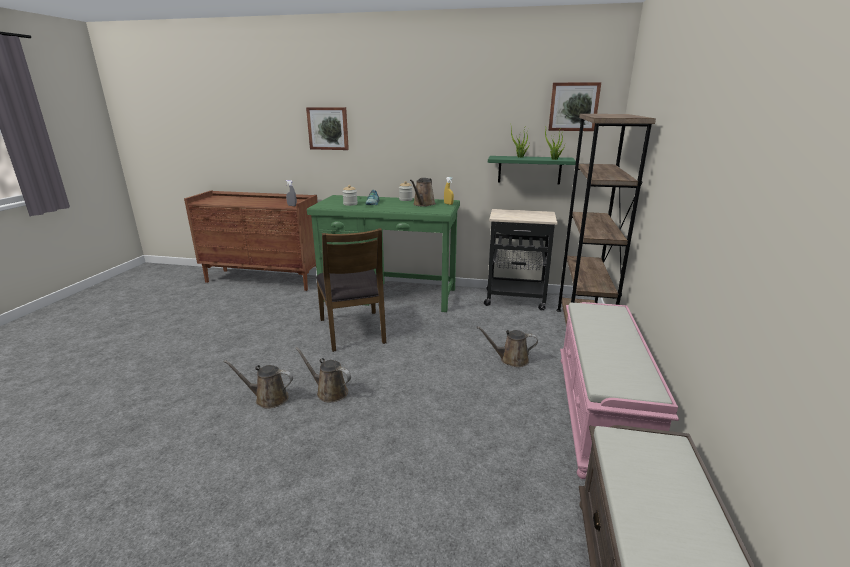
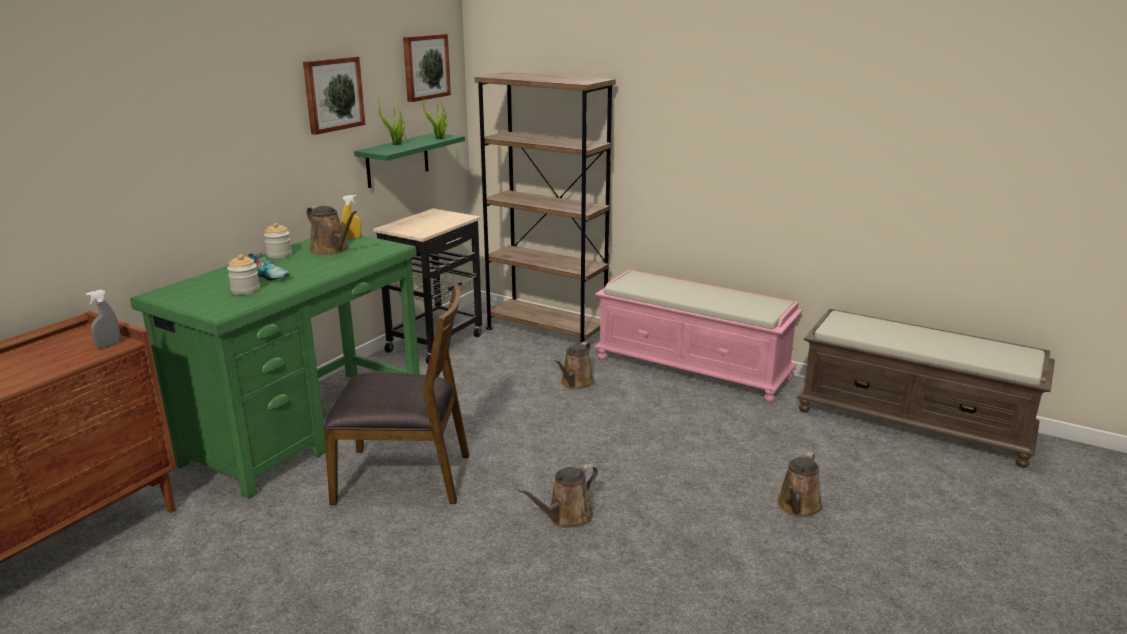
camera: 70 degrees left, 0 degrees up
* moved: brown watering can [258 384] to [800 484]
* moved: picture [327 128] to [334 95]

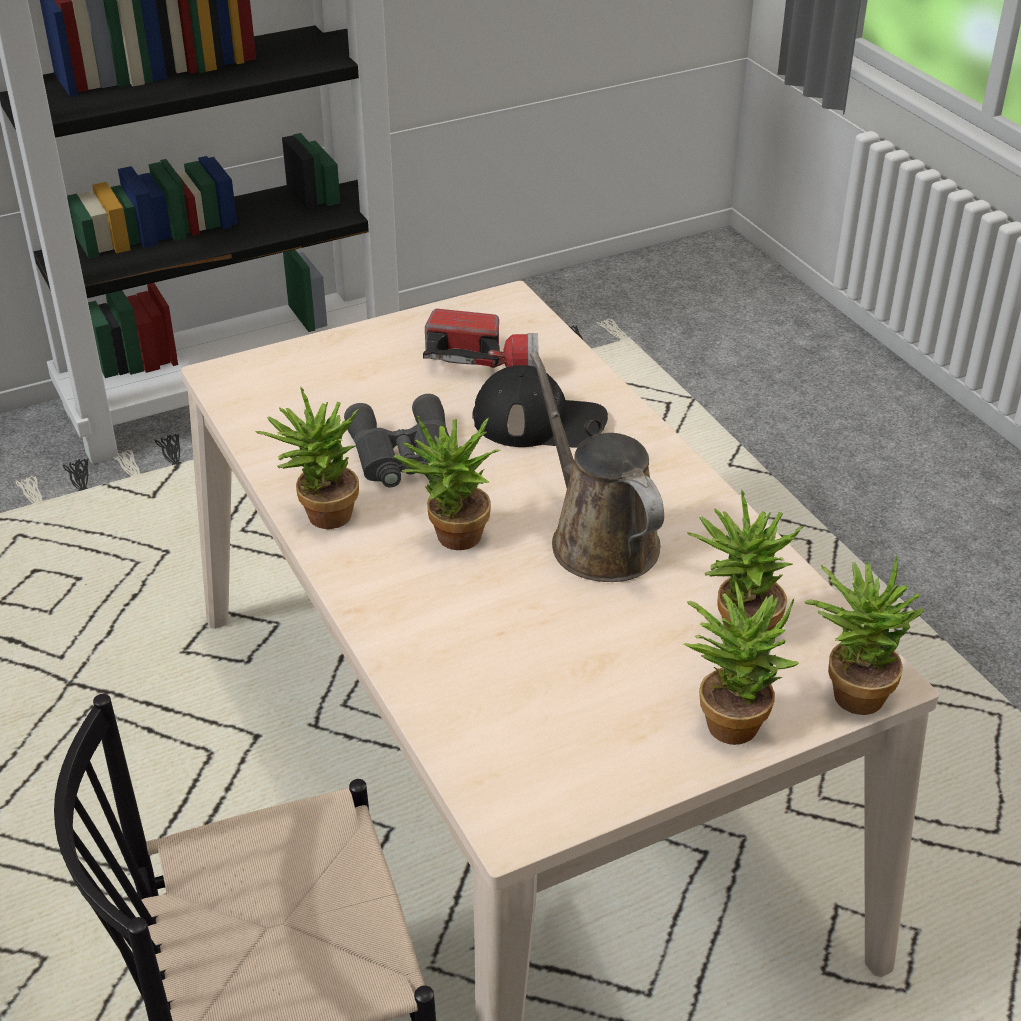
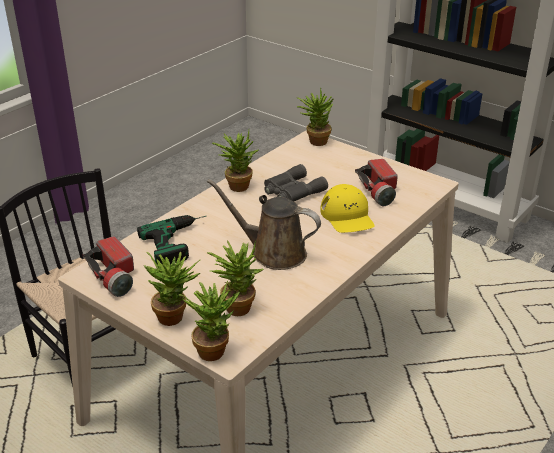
camera: 65 degrees right, 5 degrees down
* added: flashlight [108 266]
* added: power drill [171 240]
* moved: potted plant [447 483] to [315 116]
* recoloured: black cap [540 406] to yellow cap [347 208]
* turned: brown watering can [597 466] = [264 224] 105 degrees counterclockwise

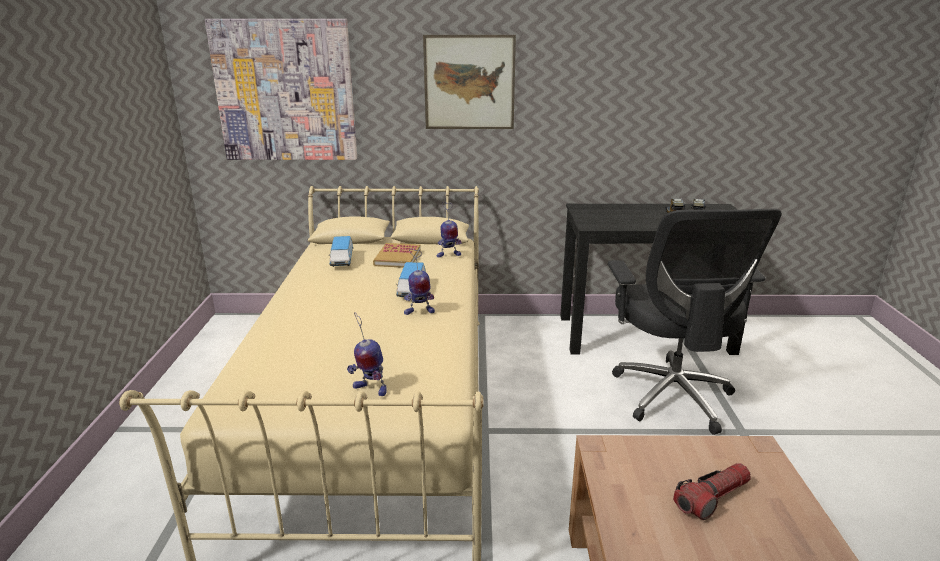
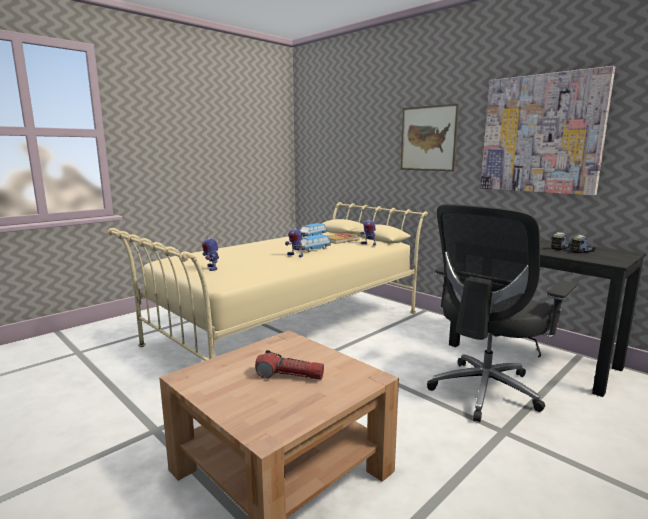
camera: 45 degrees right, 10 degrees down
* moved: picture [281 89] to [548 130]

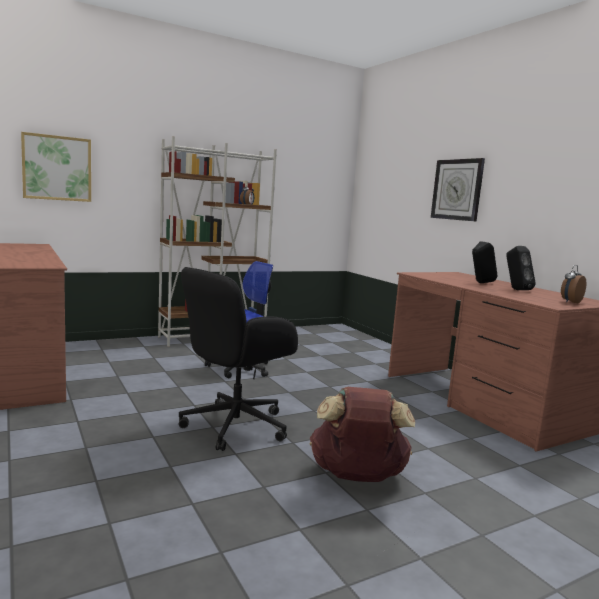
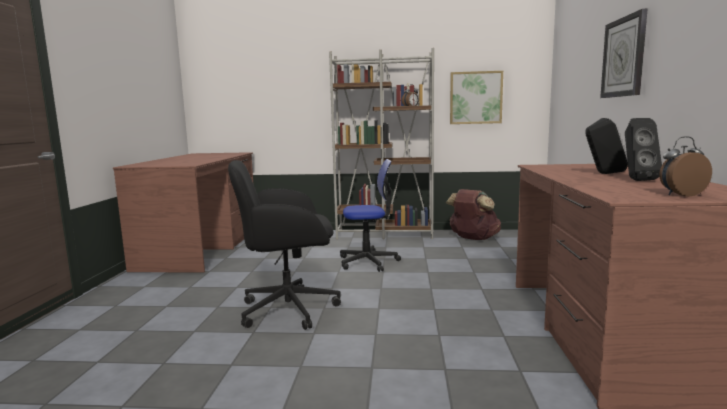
camera: 35 degrees right, 0 degrees up
* moved: picture [56 167] to [476 97]
* moved: brown backpack [362 434] to [473 214]

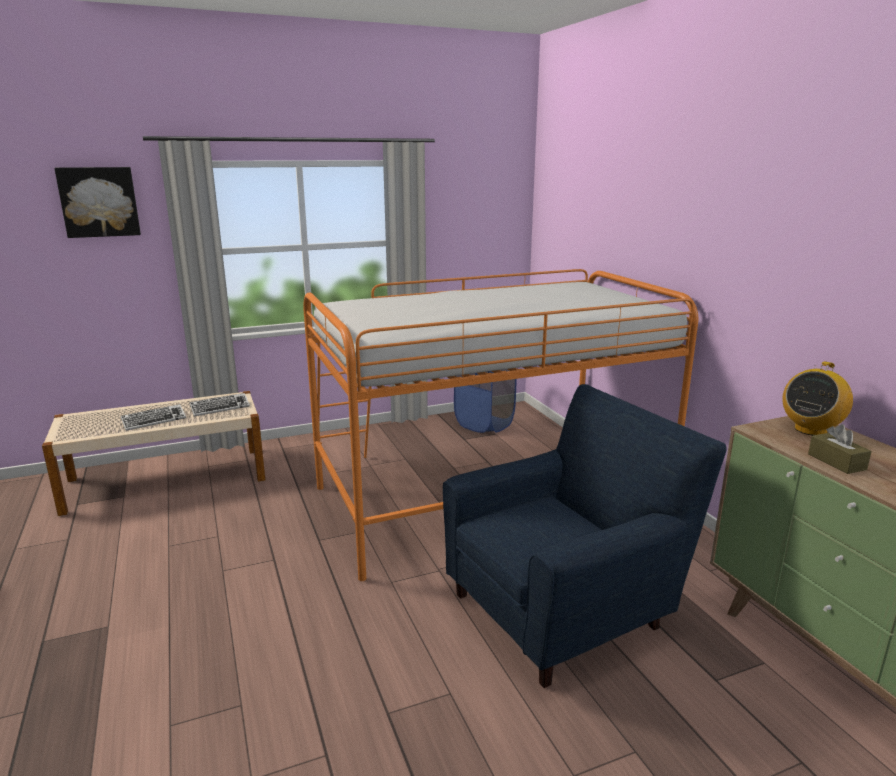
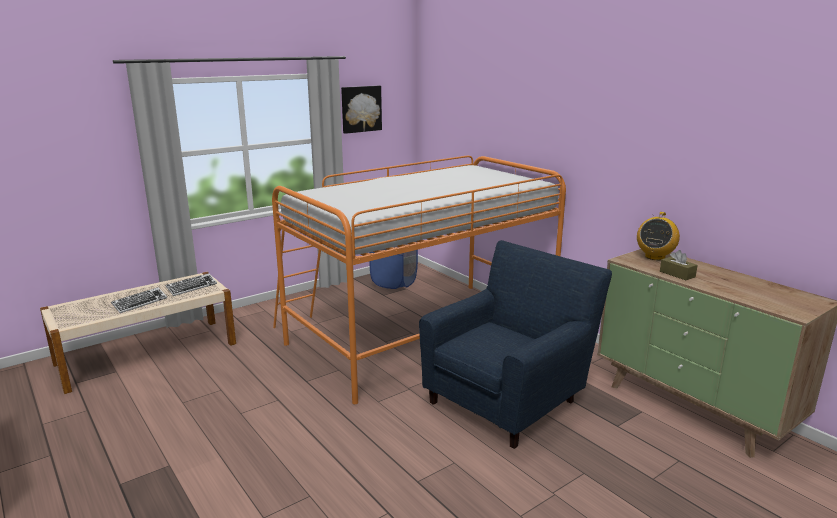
camera: 15 degrees left, 0 degrees up
* moved: picture [97 202] to [361 110]

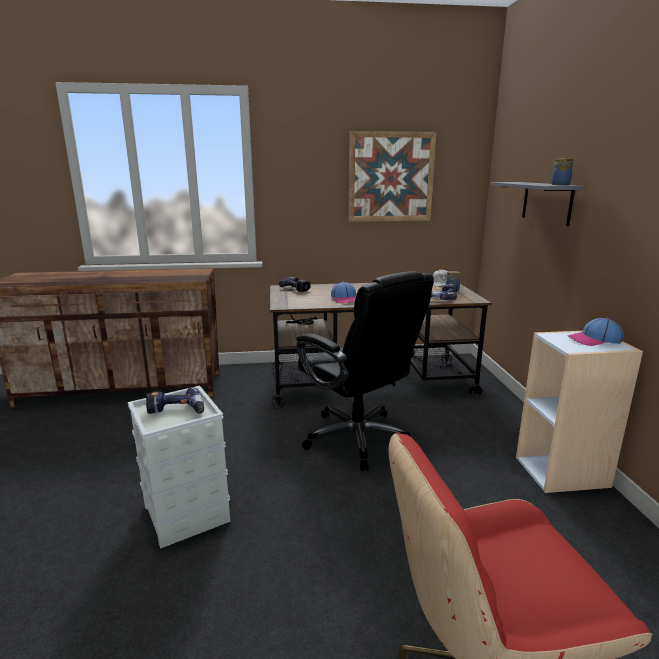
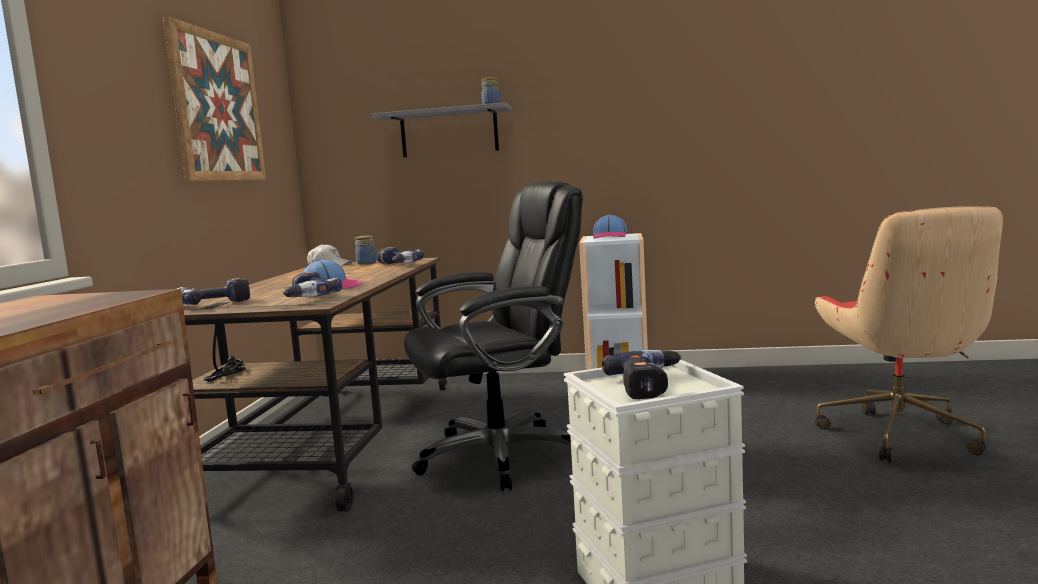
camera: 75 degrees left, 10 degrees down
* added: power drill [312 284]

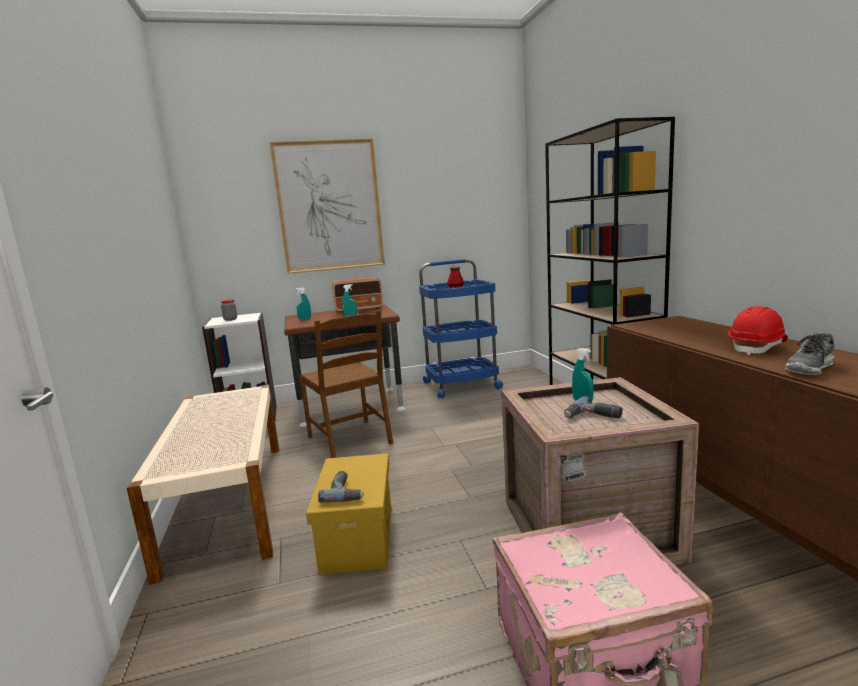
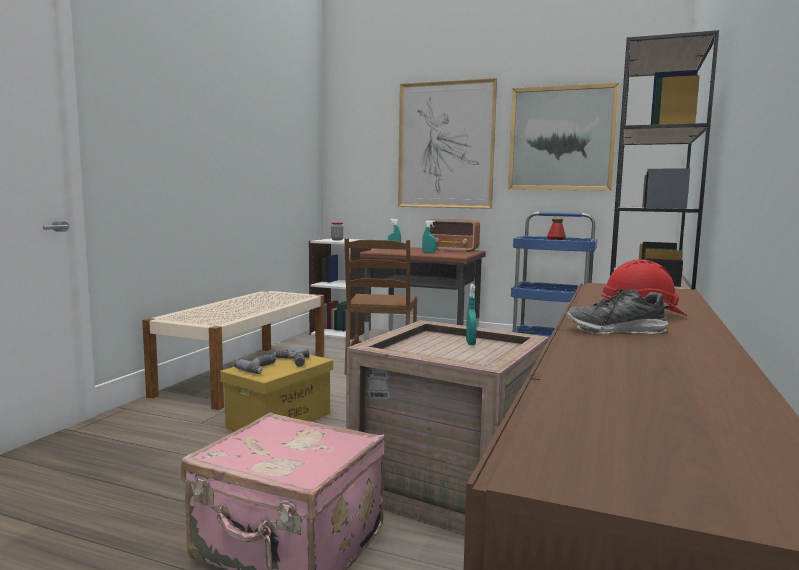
camera: 35 degrees right, 5 degrees down
* added: picture [563 137]
* moved: power drill [593 407] to [291 357]

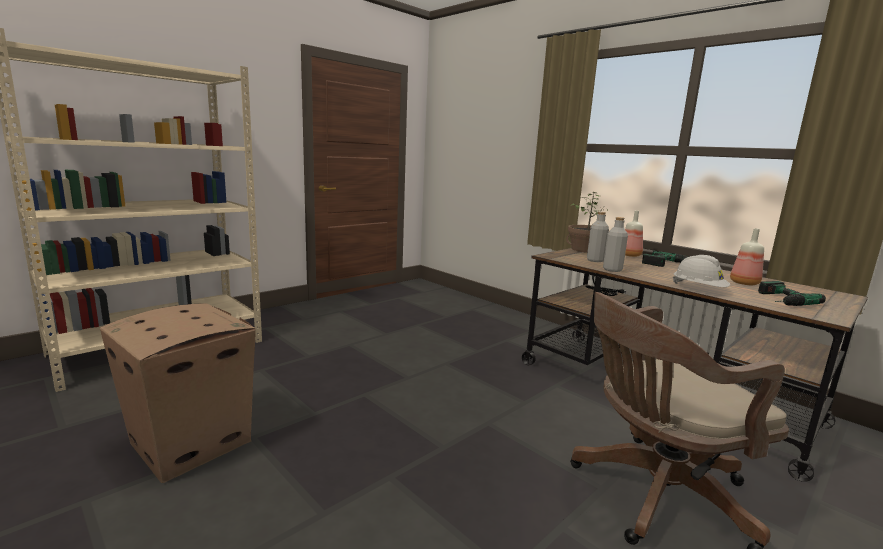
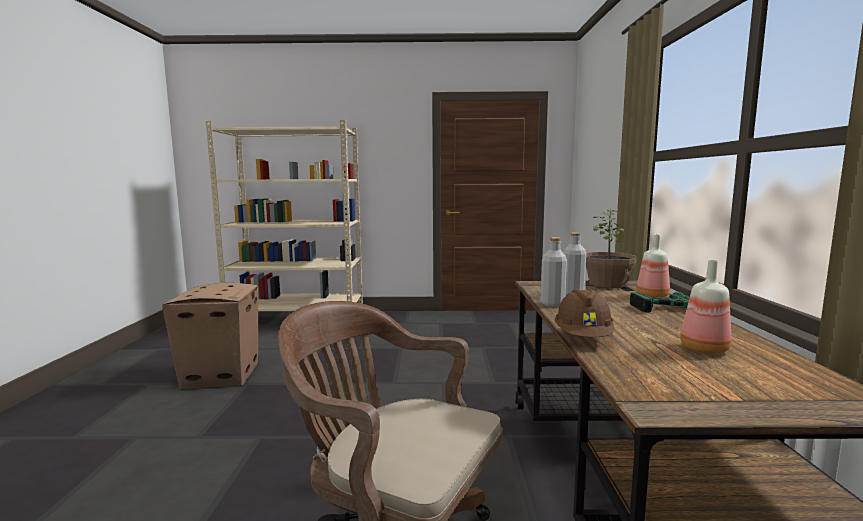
camera: 45 degrees right, 5 degrees down
* removed: power drill [792 293]
* recoloured: white hard hat [701 271] to brown hard hat [584 313]

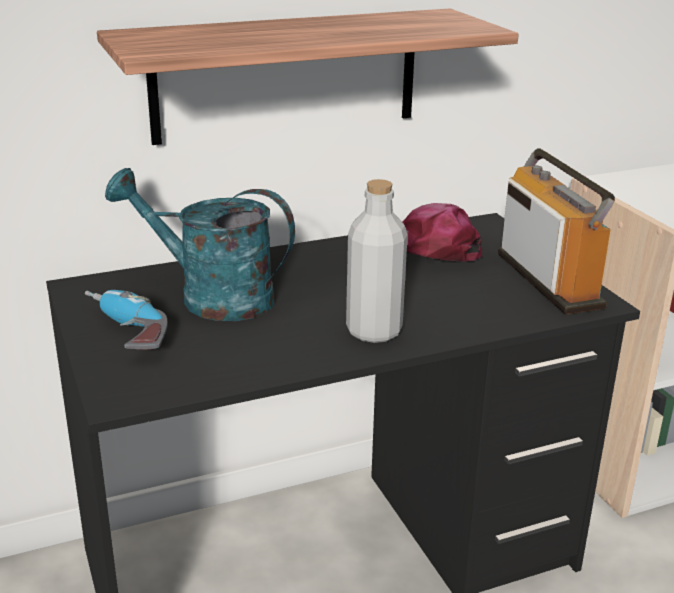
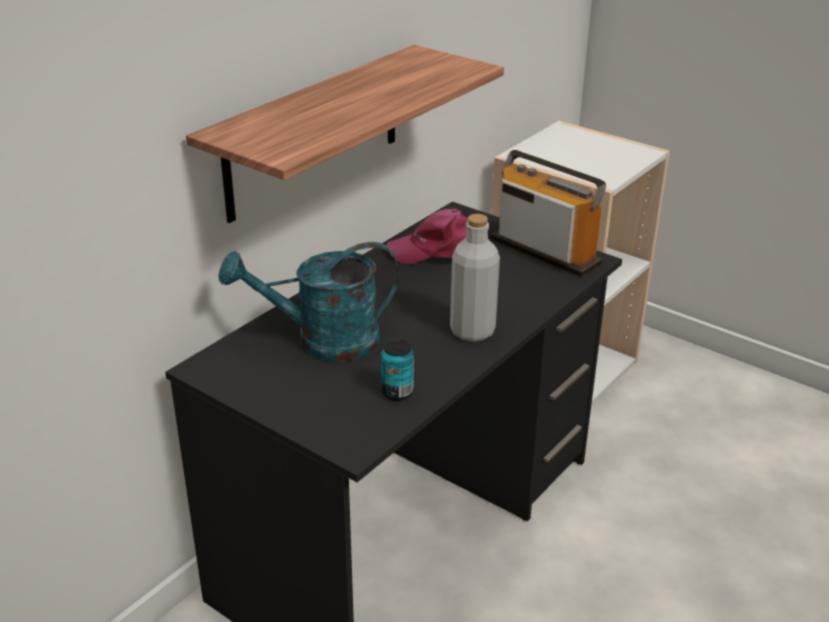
camera: 30 degrees left, 5 degrees up
* removed: power drill [126 320]
* added: can [397 370]

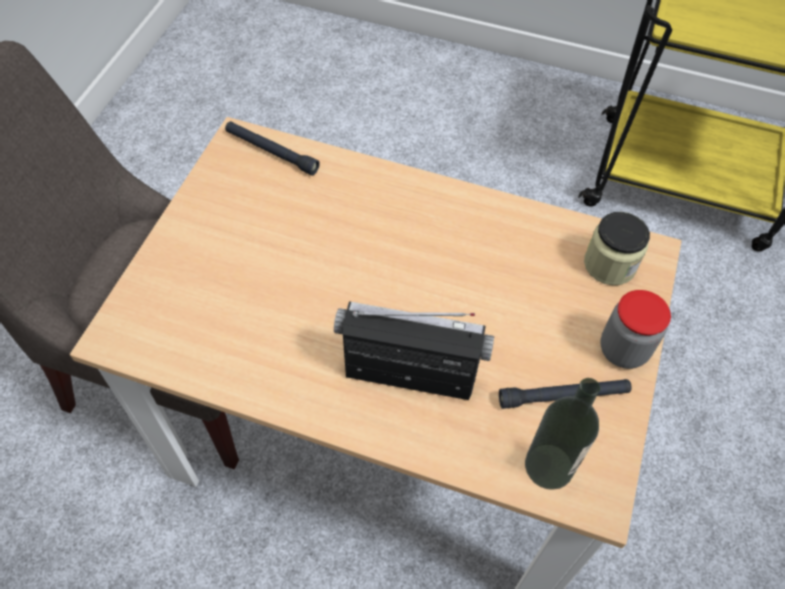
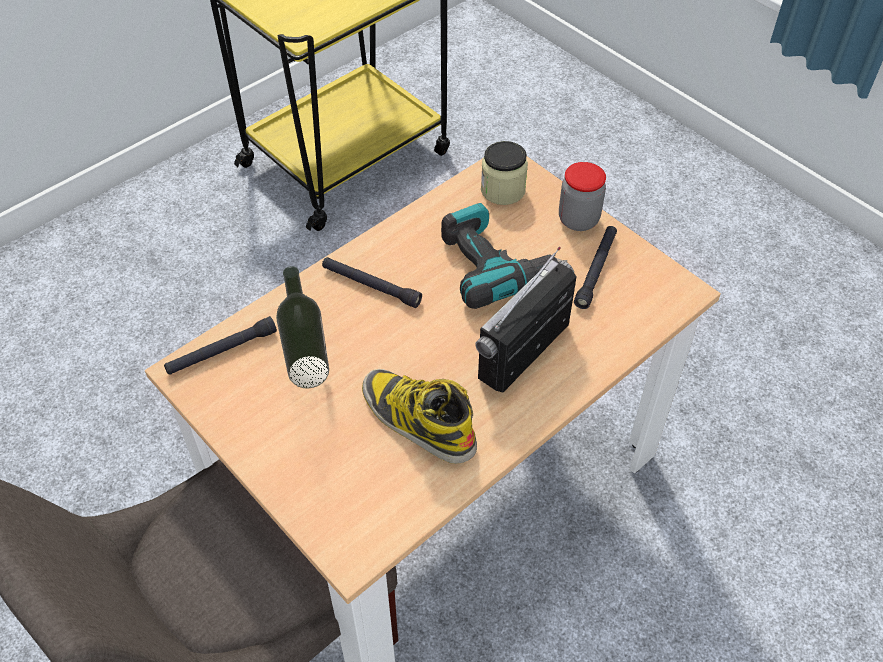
camera: 60 degrees left, 5 degrees down
* added: black flashlight [372 282]
* added: boot [419 416]
* added: power drill [504 256]
* moved: bottle [562 434] to [302 327]

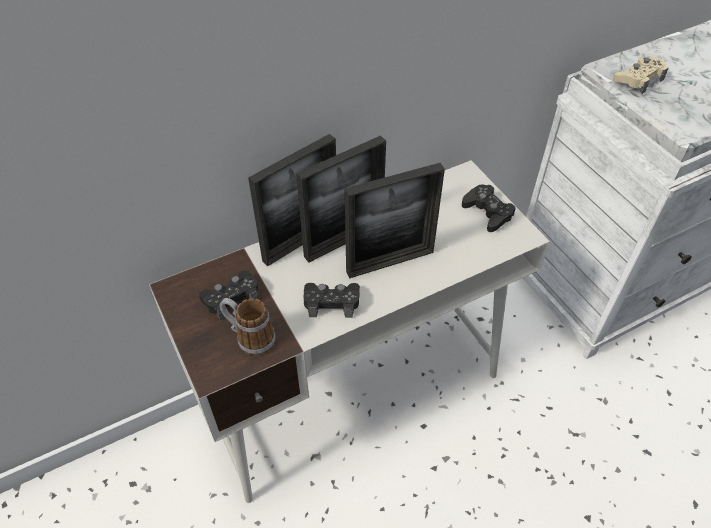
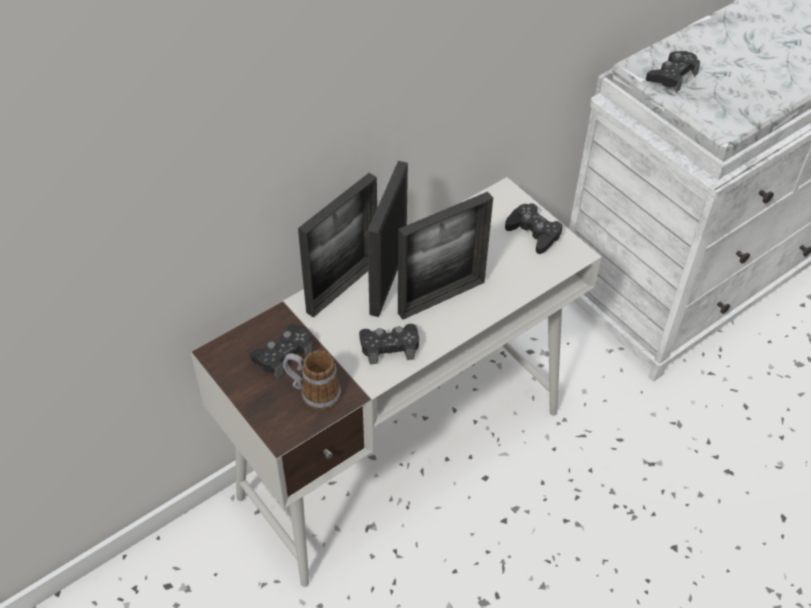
camera: 10 degrees left, 0 degrees up
* recoloured: beige game controller [640 75] to black game controller [673 72]
* turned: picture frame [341 199] = [387 239] 150 degrees clockwise

